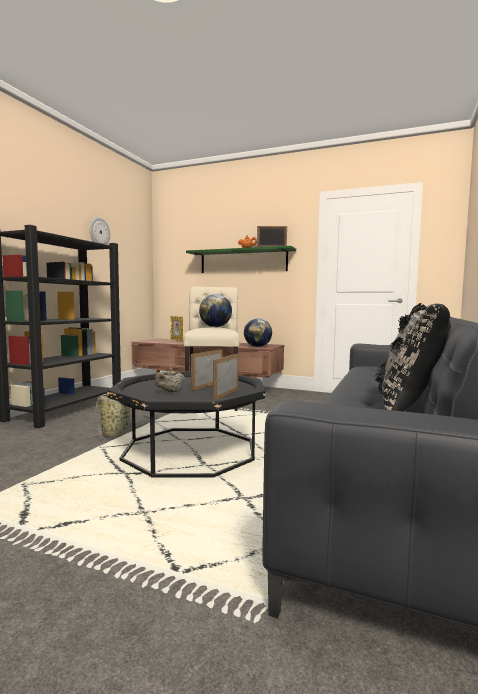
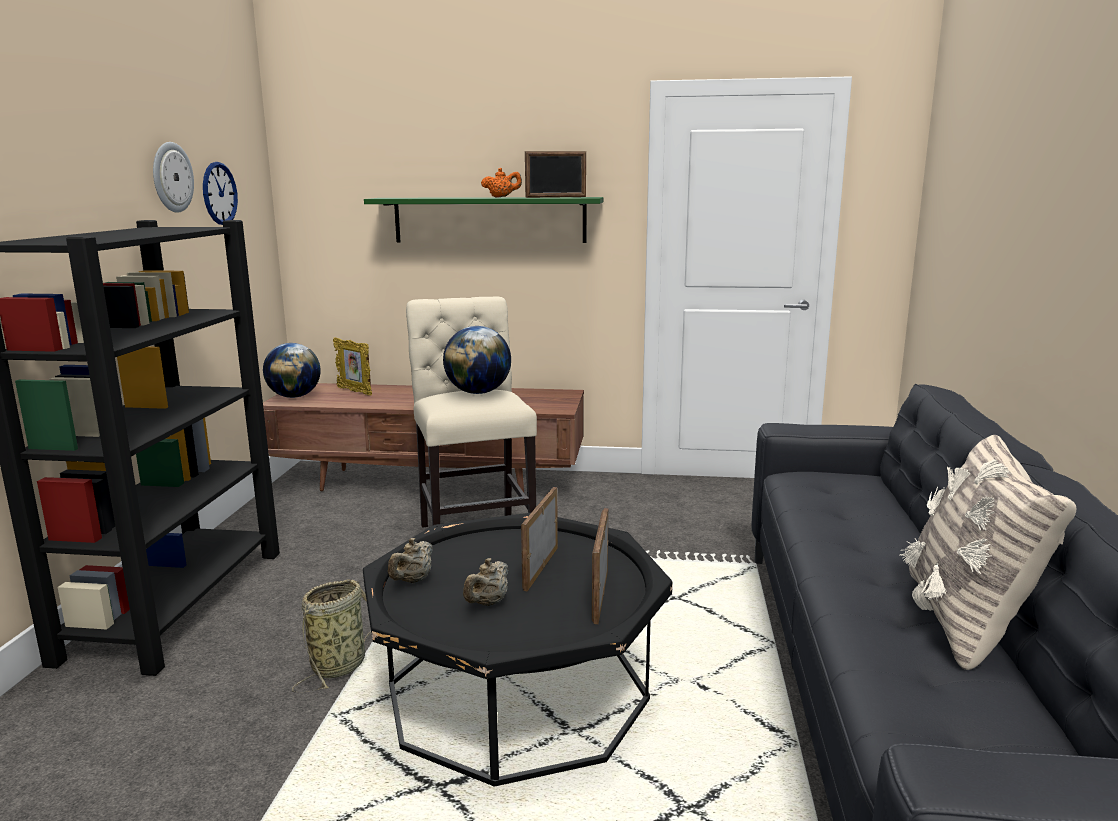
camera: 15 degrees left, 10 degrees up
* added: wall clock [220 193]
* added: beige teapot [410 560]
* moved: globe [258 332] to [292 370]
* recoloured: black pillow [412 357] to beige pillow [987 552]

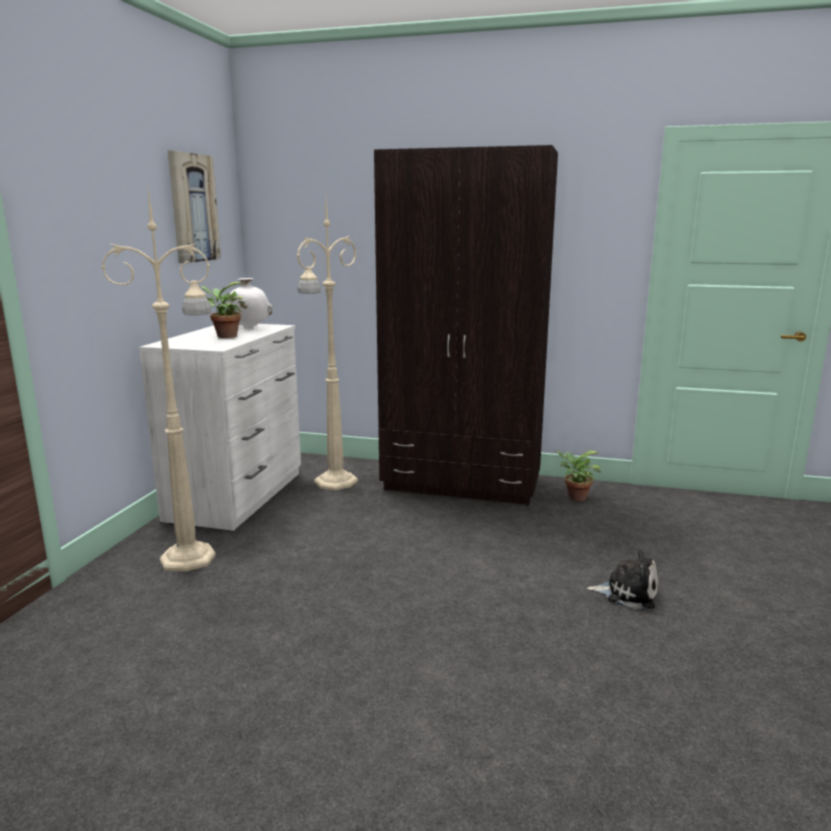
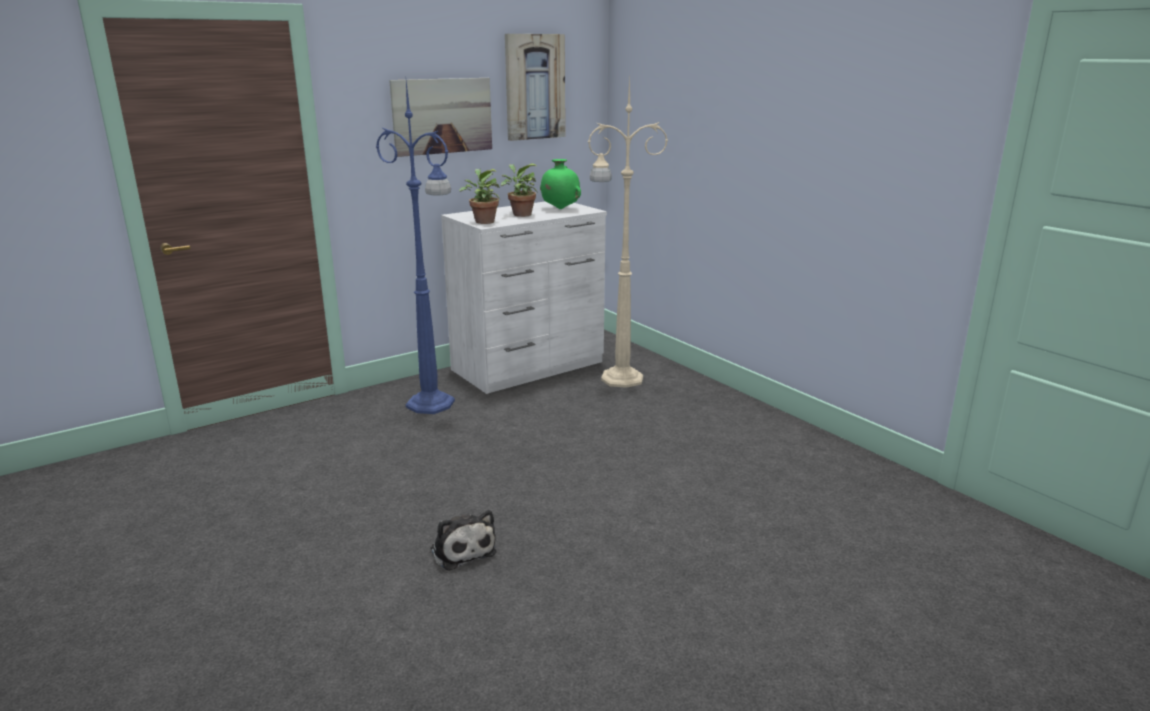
camera: 40 degrees right, 5 degrees up
* removed: brown wardrobe [466 325]
* added: picture [440 117]
* moved: potted plant [578 475] to [479 196]
* moved: plush toy [622 579] to [464 540]
* recoloured: beige floor lamp [158 377] to blue floor lamp [415 247]
* recoloured: white vase [249 303] to green vase [560 184]

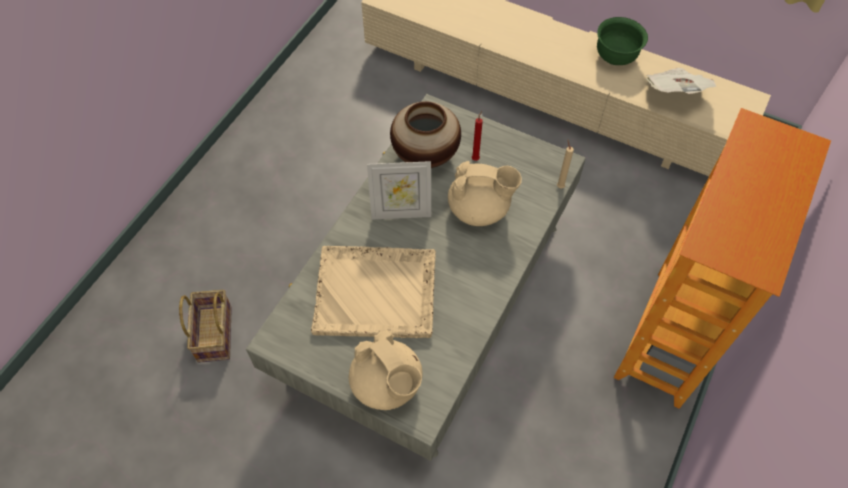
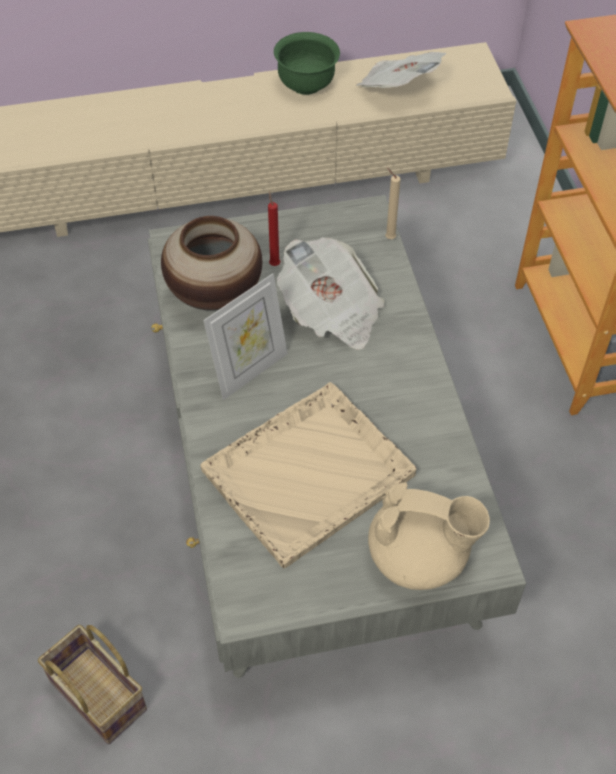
camera: 40 degrees left, 5 degrees down
* replaced: beige teapot [485 193] to newspaper [331 293]

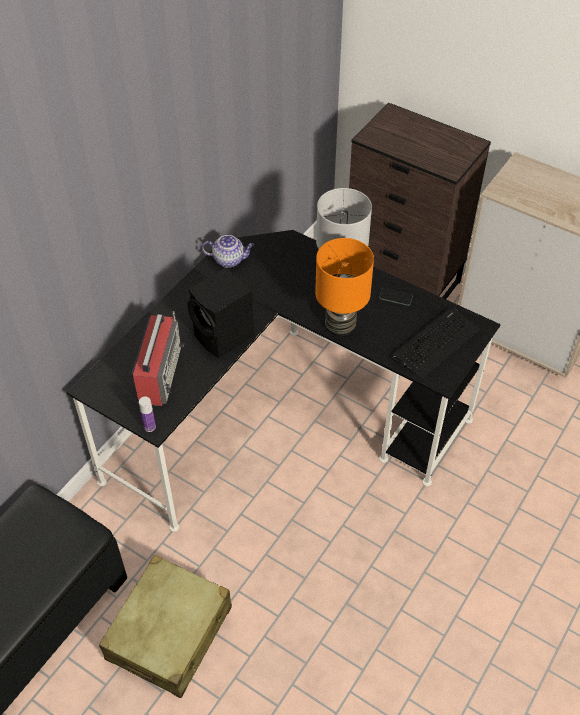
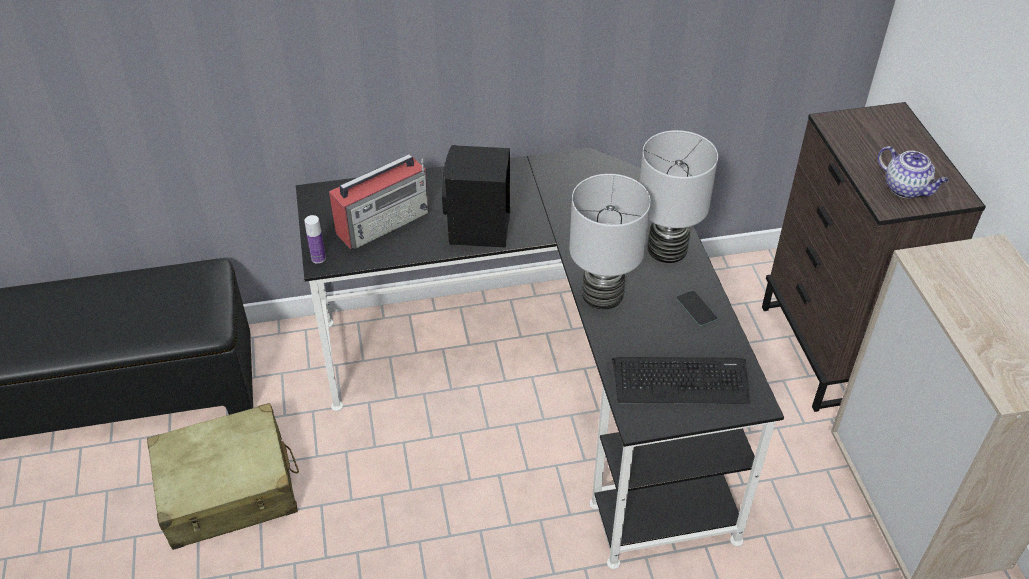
camera: 45 degrees right, 5 degrees down
* moved: teapot [228 251] to [913 172]
* recoloured: orange table lamp [344 287] to grey table lamp [610 241]

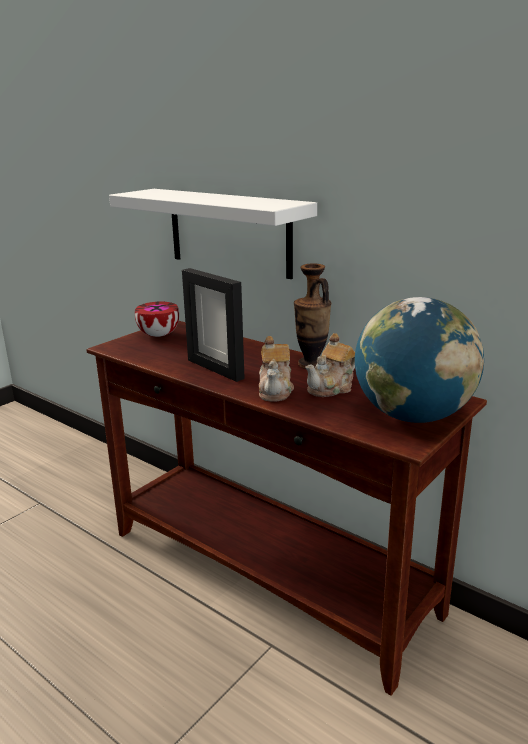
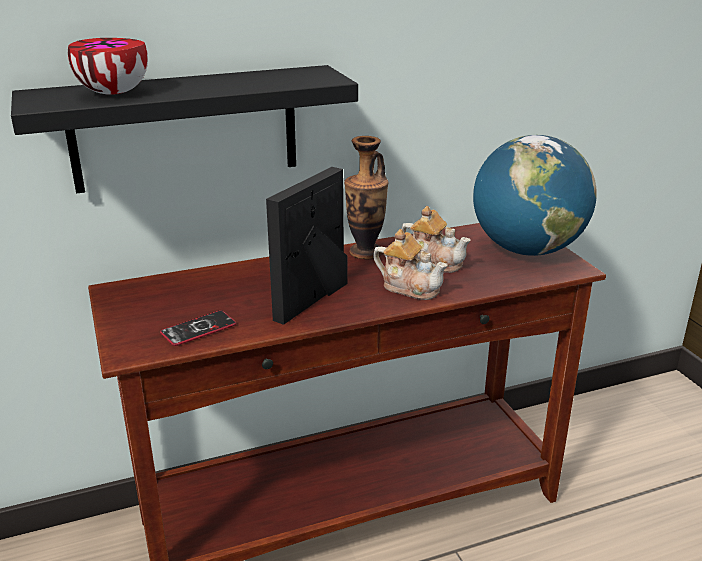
camera: 60 degrees left, 5 degrees up
* added: phone [198 328]
* moved: bowl [157 319] to [108 66]
* recoloured: white shelf [213 234] to black shelf [184 129]
* turned: picture frame [213 325] = [307 246] 135 degrees clockwise
* turned: teapot [330 365] = [436 239] 45 degrees counterclockwise

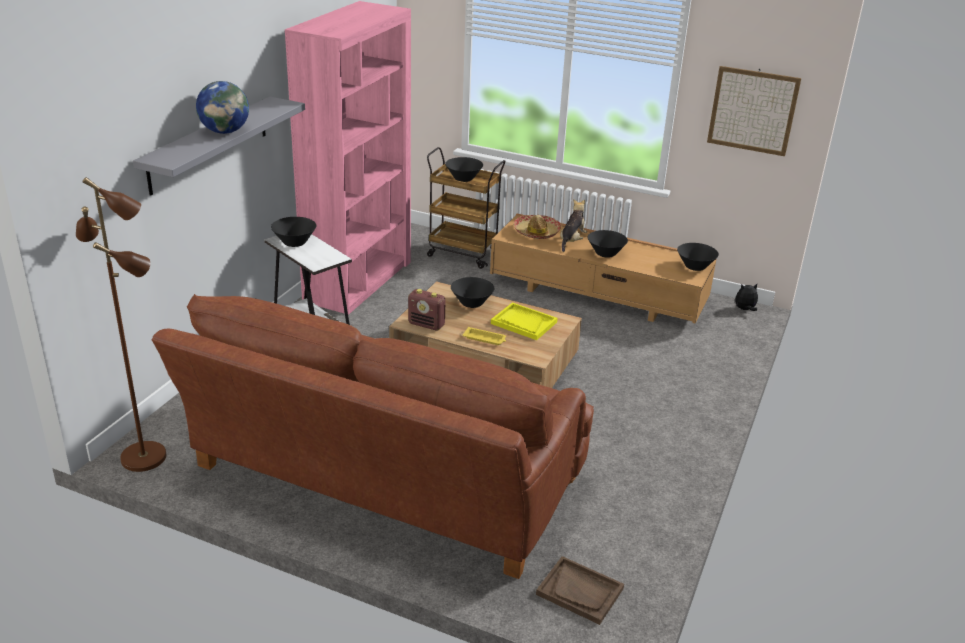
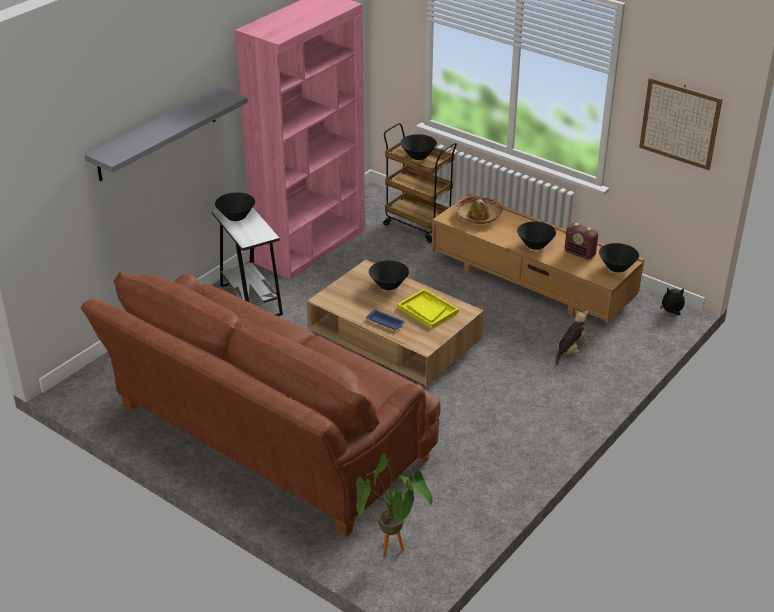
camera: 15 degrees right, 5 degrees up
* removed: brown floor lamp [121 324]
* removed: globe [222 107]
* moved: radio [427 310] to [581 241]
* moved: plush toy [573 225] to [572 337]
* replaced: brown tray [580 590] to potted plant [394 505]
* recoloured: yellow tray [484 336] to blue tray [385 319]

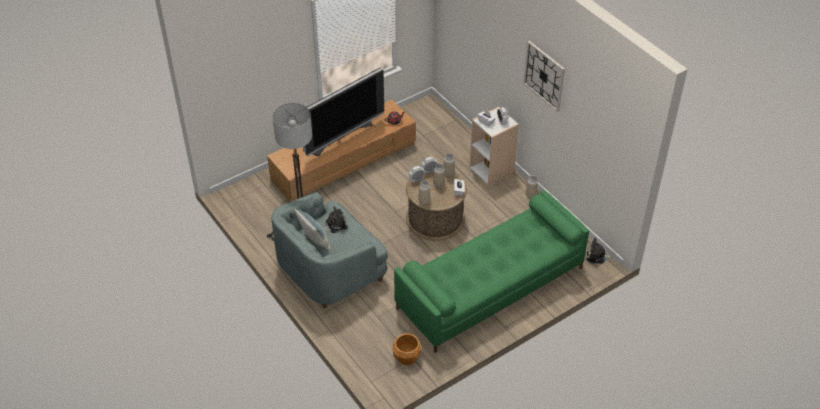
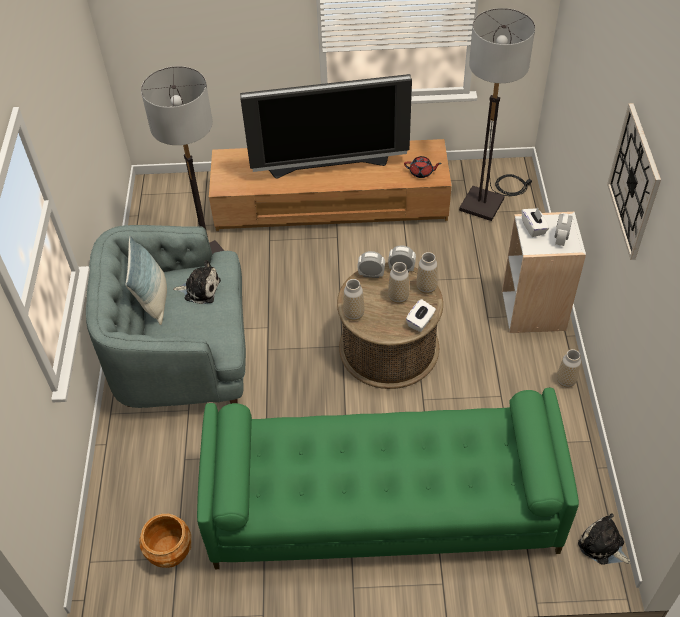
camera: 35 degrees right, 5 degrees up
* added: floor lamp [497 114]

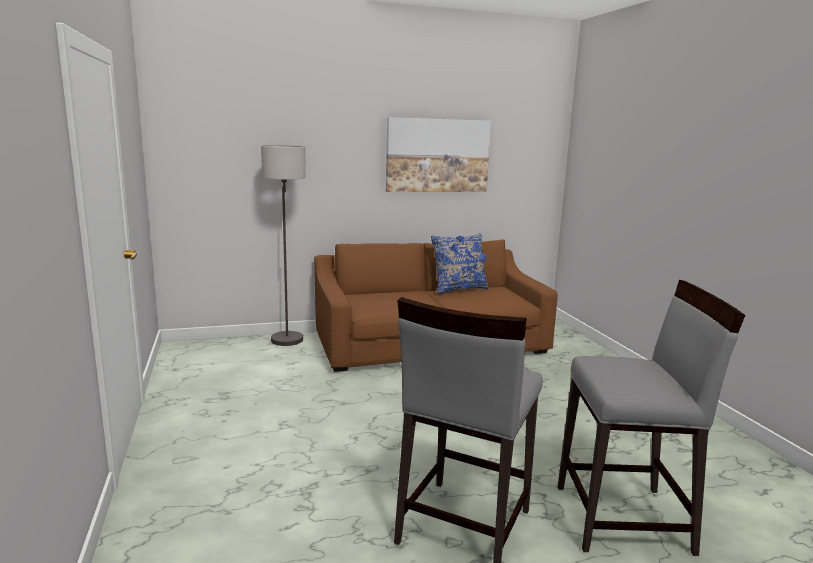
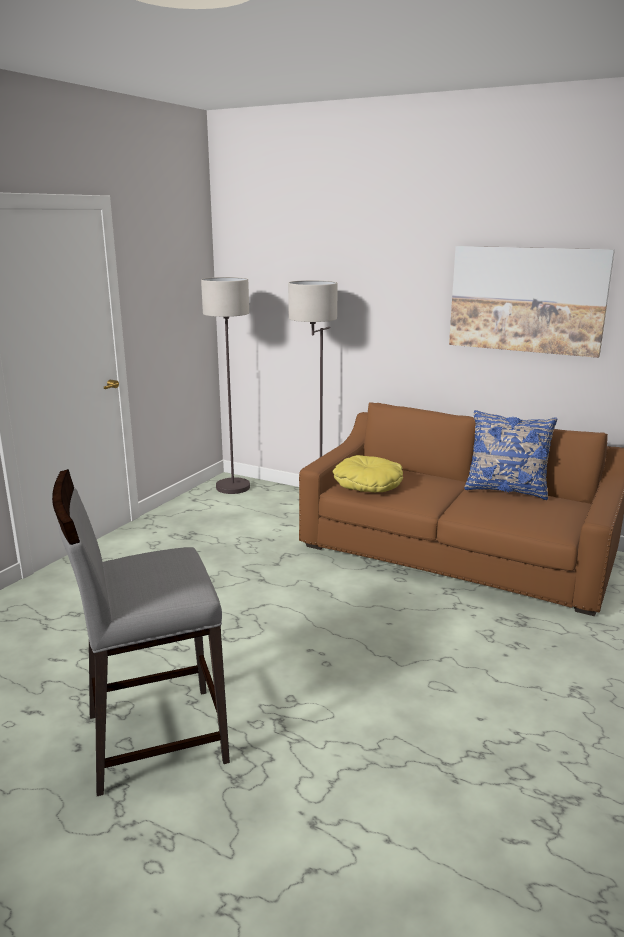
camera: 45 degrees right, 5 degrees up
* removed: grey stool [651 418]
* added: grey floor lamp [225 385]
* added: yellow pillow [368 473]

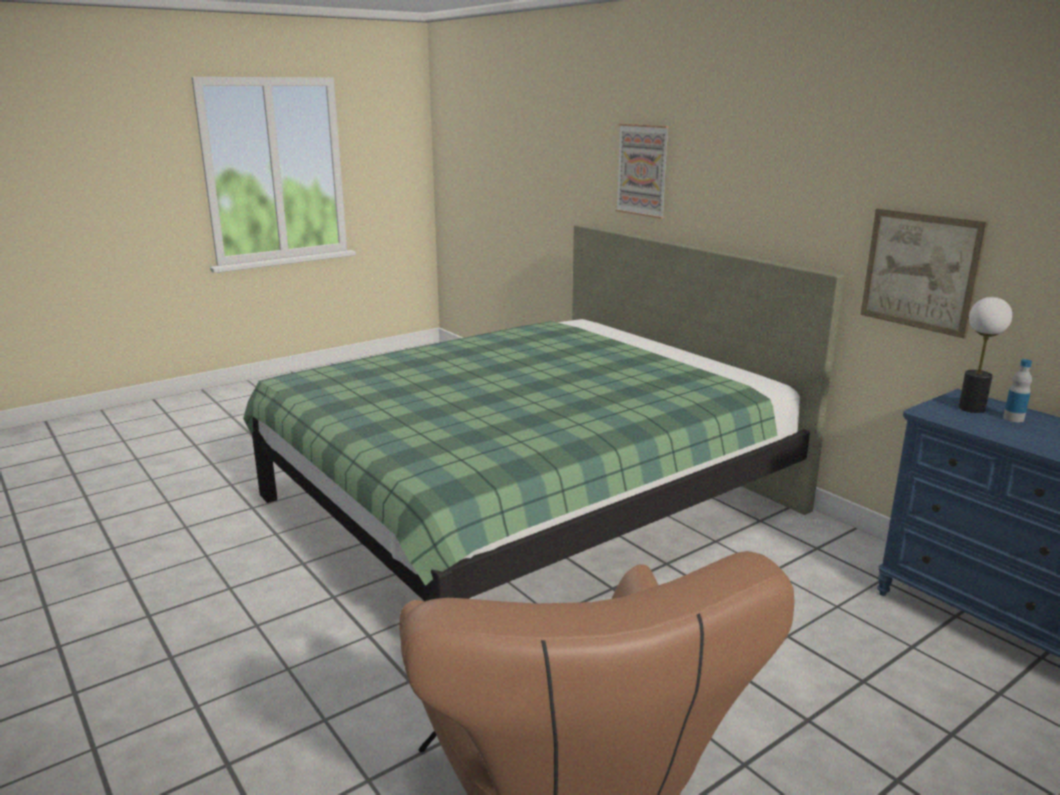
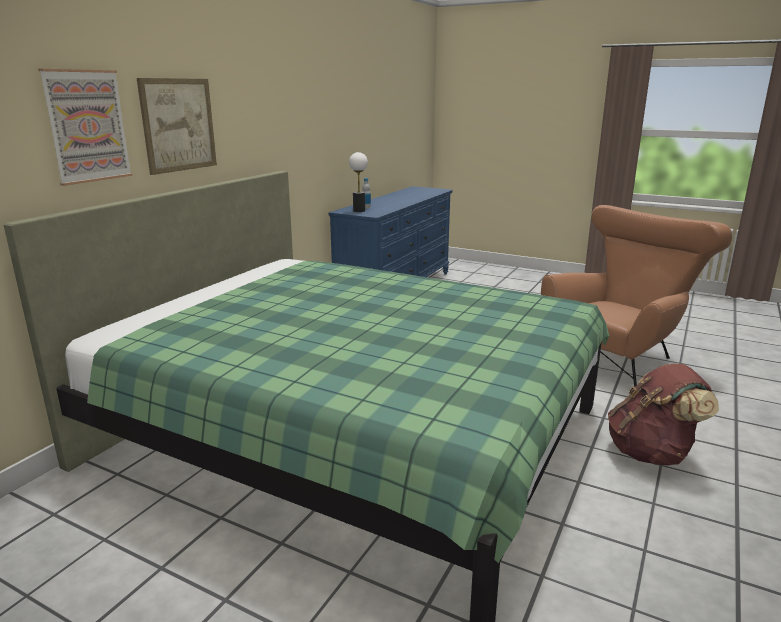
camera: 115 degrees left, 0 degrees up
* added: brown backpack [663 414]
* moved: picture [924 273] to [177 126]

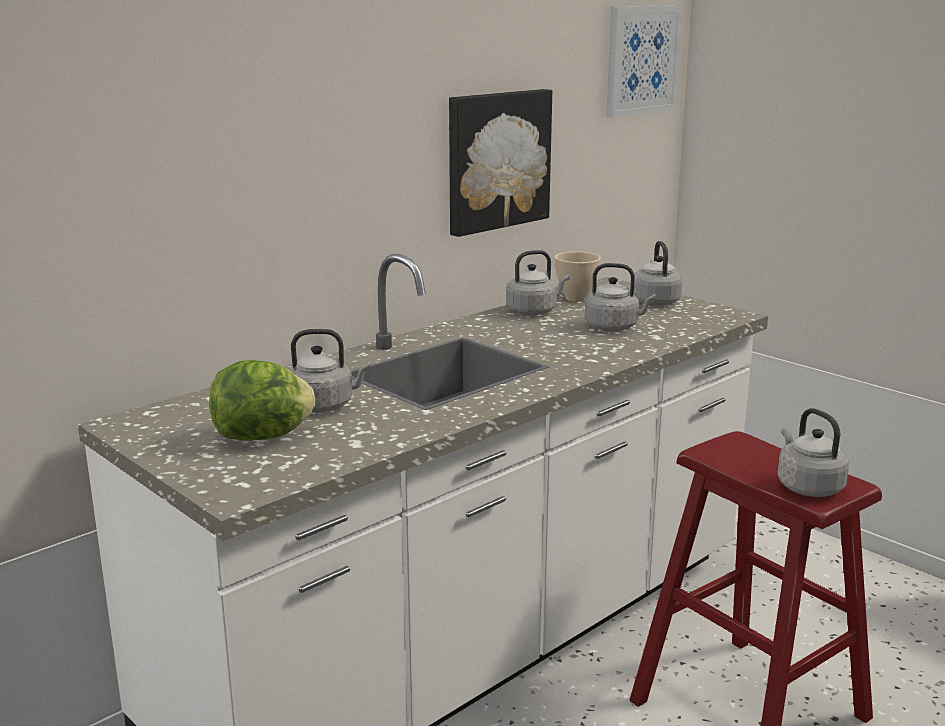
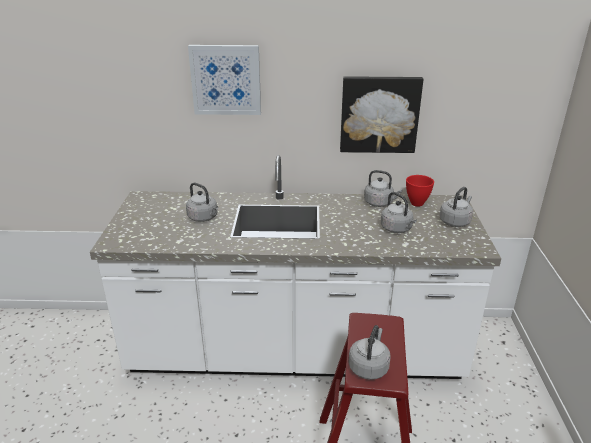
camera: 45 degrees right, 10 degrees up
* removed: lettuce [262 400]
* moved: picture [644 61] to [224 80]
* recoloured: beige bowl [577 276] to red bowl [420 191]

